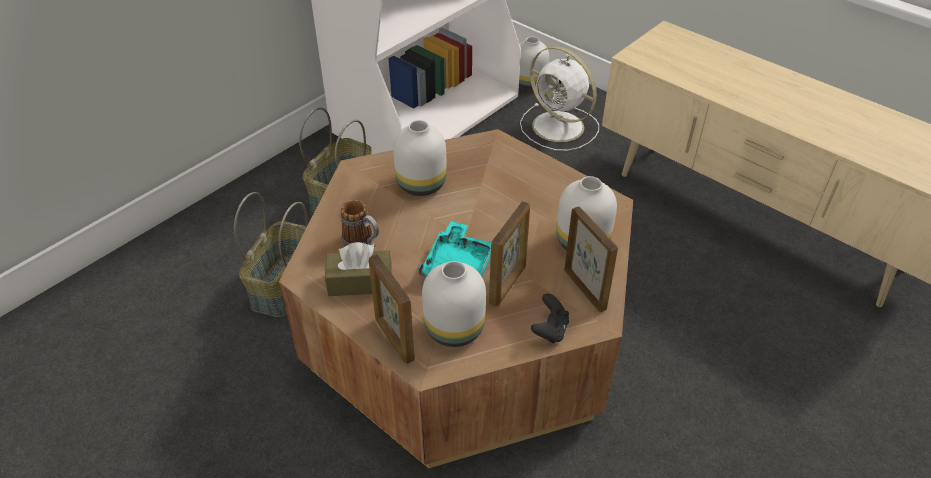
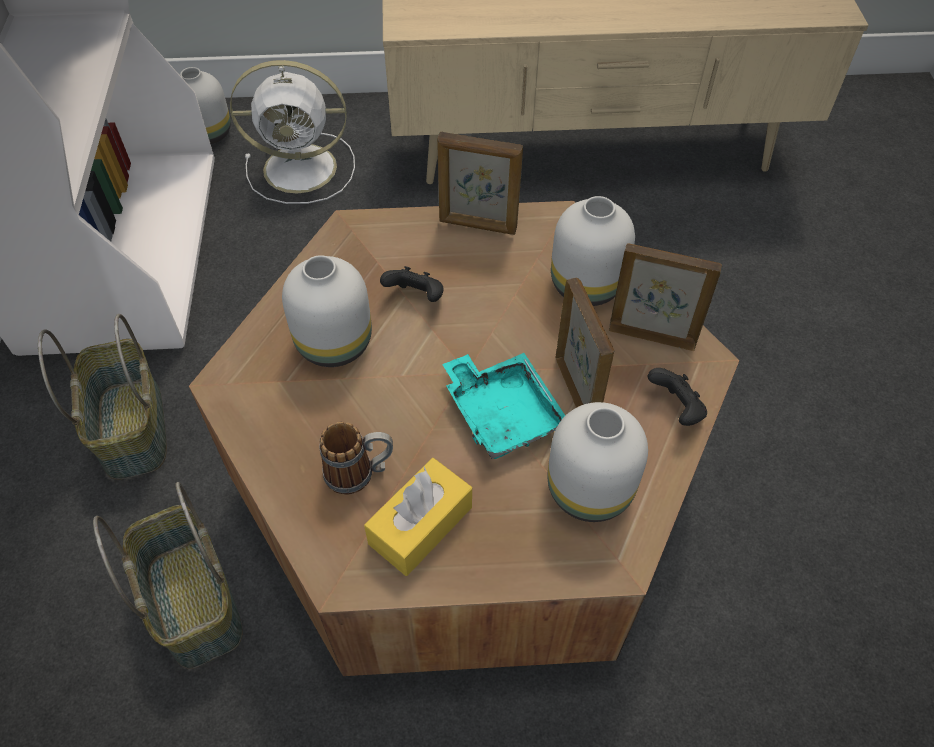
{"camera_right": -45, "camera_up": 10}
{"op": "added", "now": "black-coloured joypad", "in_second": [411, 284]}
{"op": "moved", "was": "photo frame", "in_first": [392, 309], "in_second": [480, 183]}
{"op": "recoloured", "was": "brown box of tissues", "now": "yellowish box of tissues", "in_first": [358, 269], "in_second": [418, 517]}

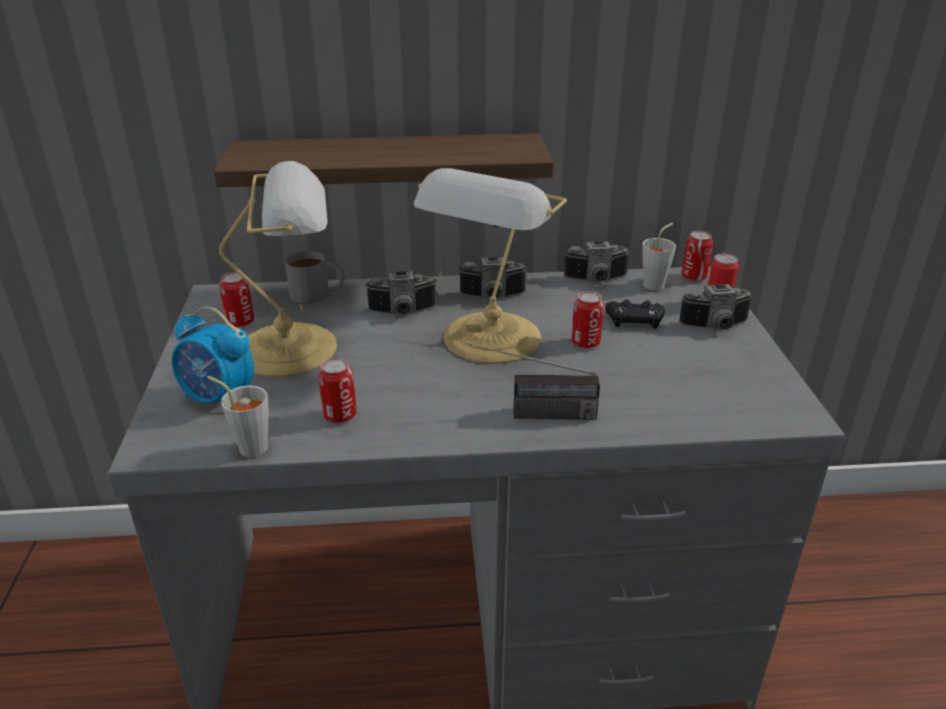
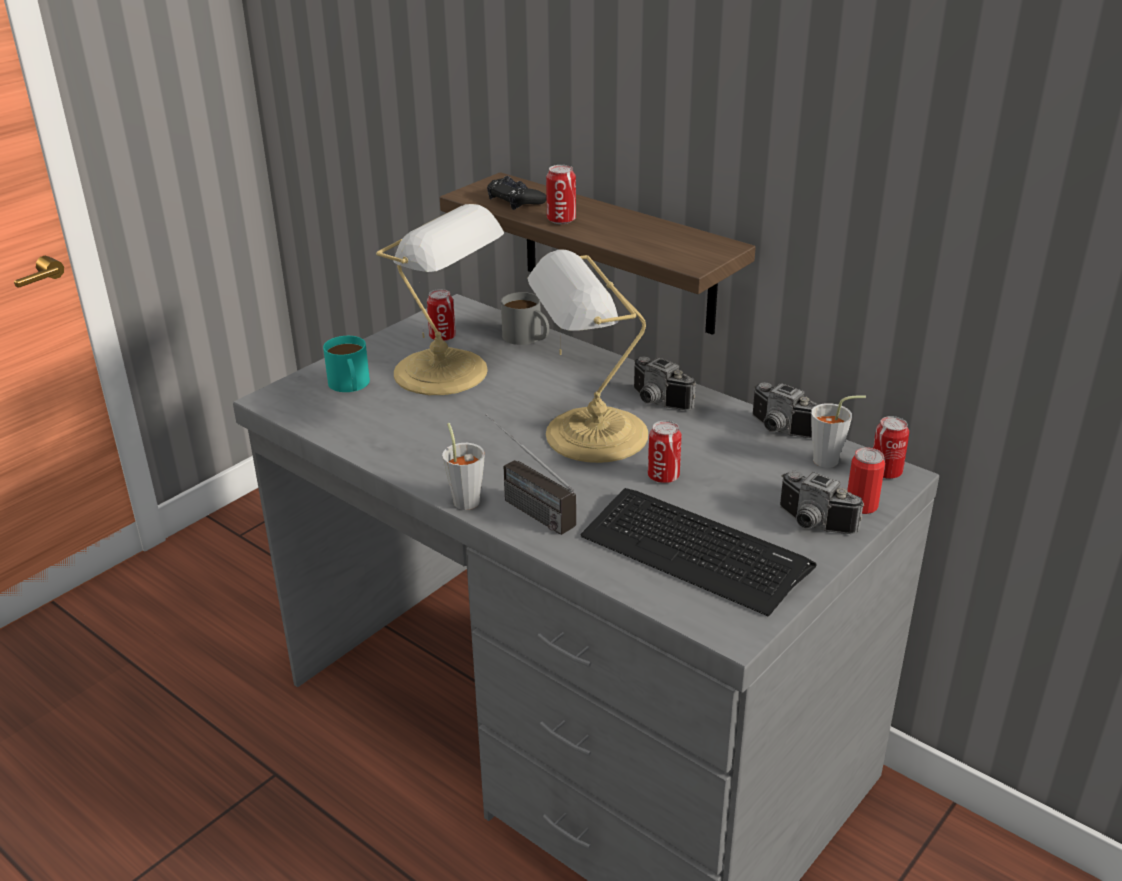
{"camera_right": 45, "camera_up": 0}
{"op": "removed", "was": "still camera", "in_first": [401, 293]}
{"op": "added", "now": "computer keyboard", "in_second": [698, 552]}
{"op": "moved", "was": "grey drinking cup", "in_first": [237, 417], "in_second": [463, 466]}
{"op": "moved", "was": "can", "in_first": [337, 390], "in_second": [561, 194]}
{"op": "moved", "was": "black-coloured joypad", "in_first": [635, 314], "in_second": [517, 193]}
{"op": "replaced", "was": "bedside clock", "now": "turquoise-coloured coffee mug", "in_first": [213, 355], "in_second": [346, 364]}

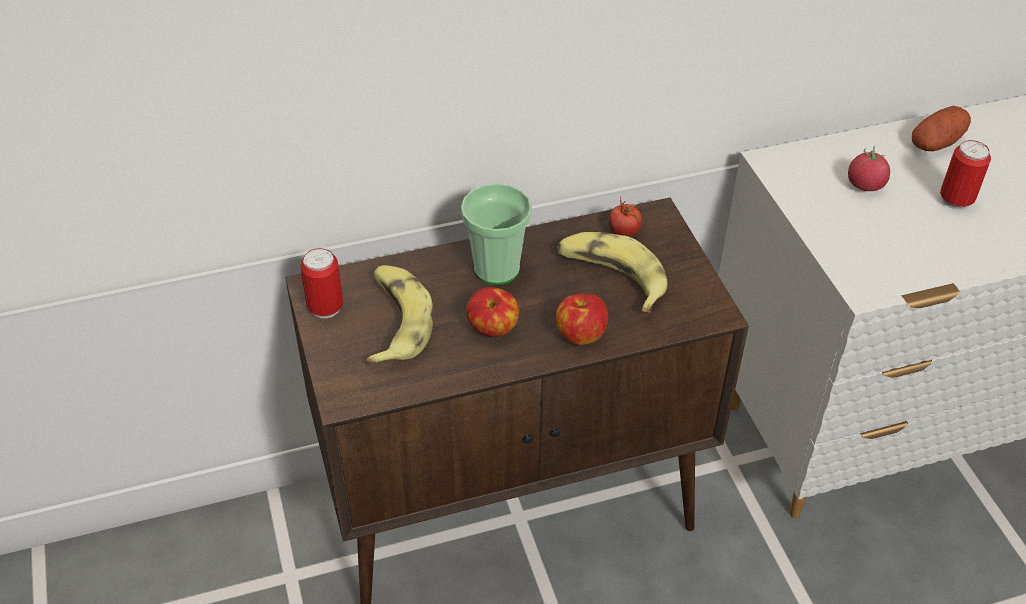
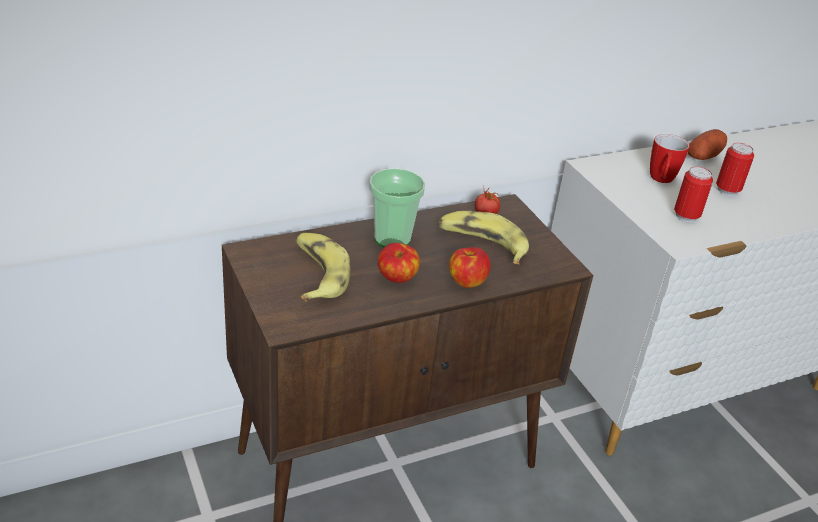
{"camera_right": -10, "camera_up": -10}
{"op": "moved", "was": "can", "in_first": [321, 283], "in_second": [693, 194]}
{"op": "replaced", "was": "fresh tomato", "now": "coffee mug", "in_first": [869, 168], "in_second": [670, 158]}

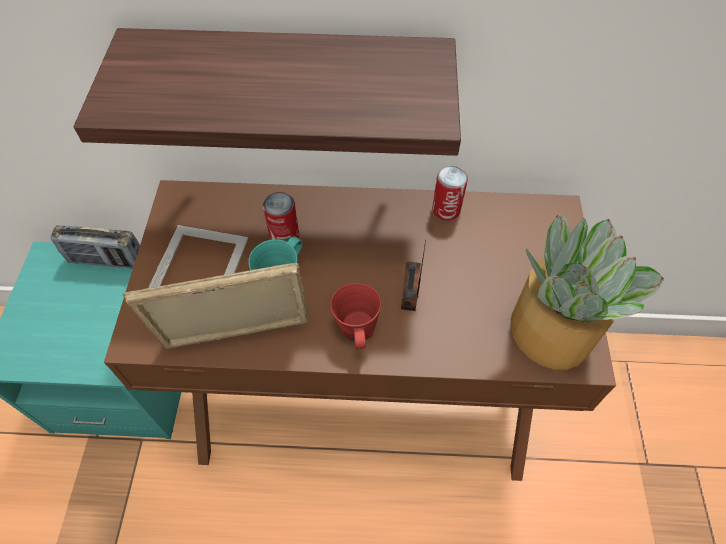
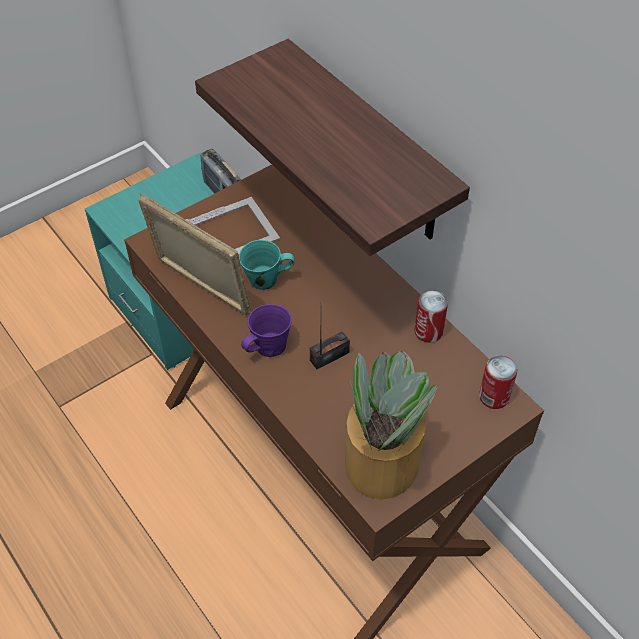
{"camera_right": 50, "camera_up": -5}
{"op": "moved", "was": "can", "in_first": [281, 217], "in_second": [498, 382]}
{"op": "recoloured", "was": "reddish coffee mug", "now": "purple-coloured coffee mug", "in_first": [355, 316], "in_second": [266, 330]}

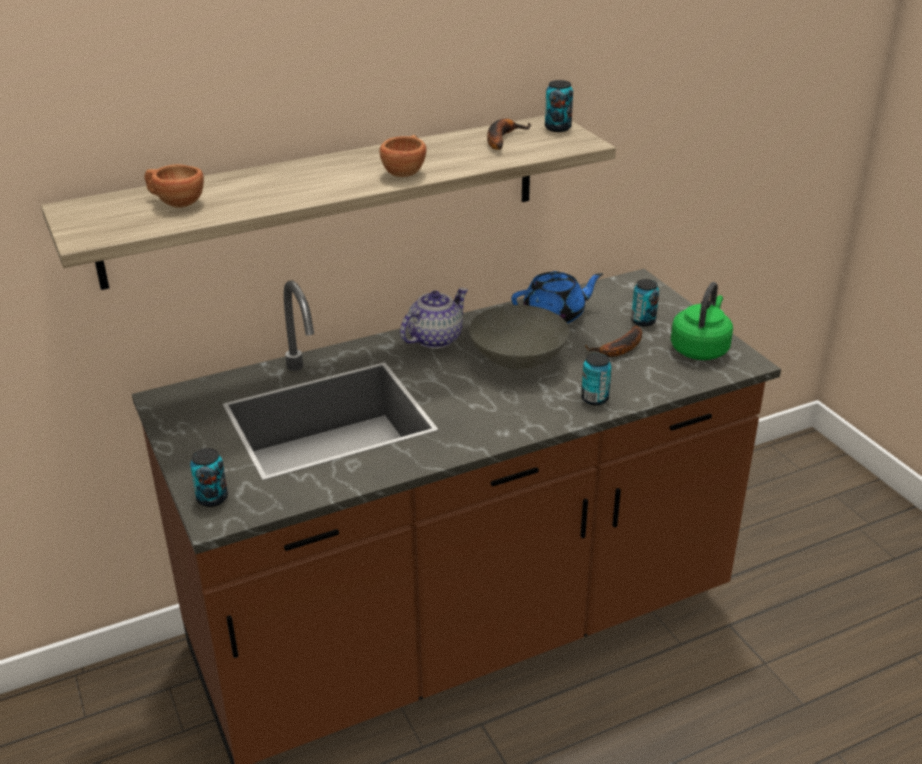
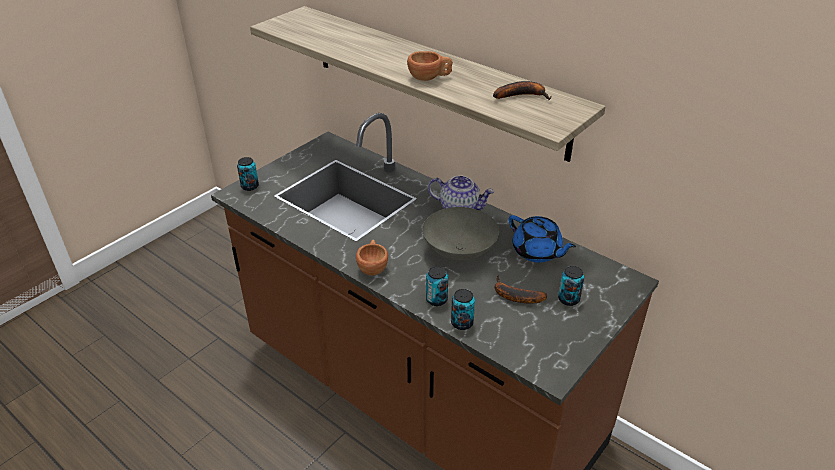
{"camera_right": 65, "camera_up": 5}
{"op": "removed", "was": "green-coloured tea kettle", "in_first": [702, 321]}
{"op": "moved", "was": "brown drinking cup", "in_first": [174, 186], "in_second": [372, 257]}
{"op": "moved", "was": "can", "in_first": [559, 106], "in_second": [463, 309]}

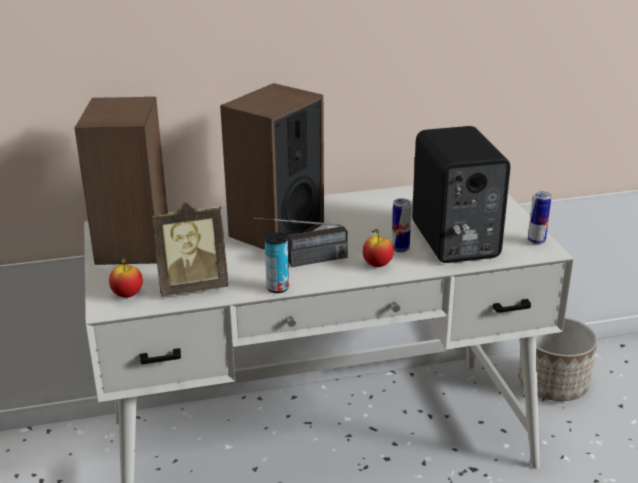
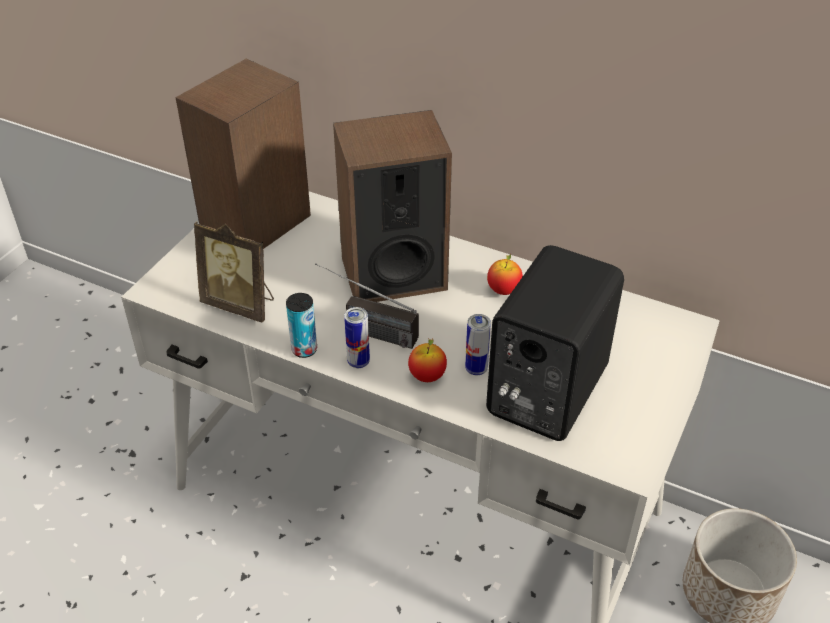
{"camera_right": 40, "camera_up": 15}
{"op": "moved", "was": "apple fruit", "in_first": [126, 277], "in_second": [505, 274]}
{"op": "moved", "was": "can", "in_first": [540, 218], "in_second": [357, 337]}

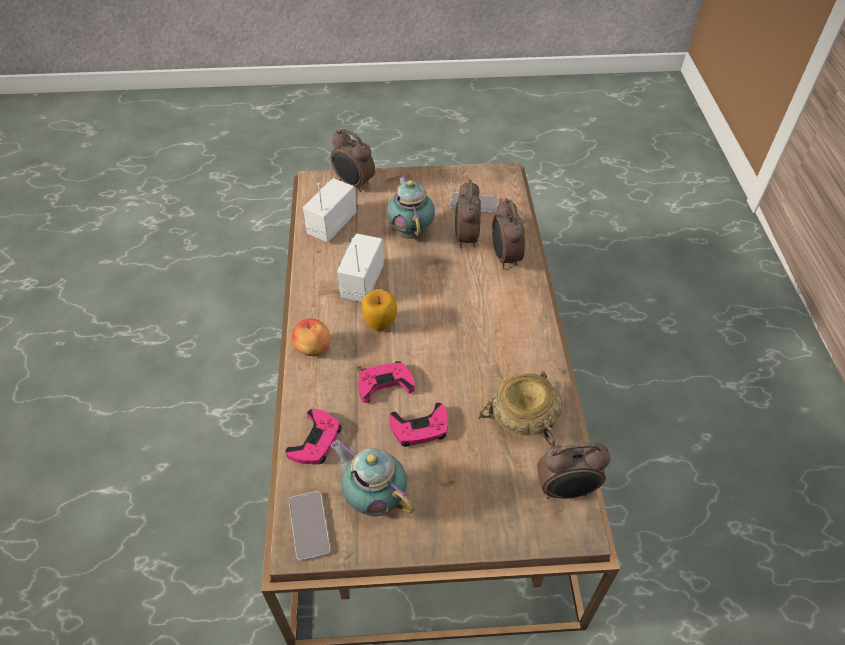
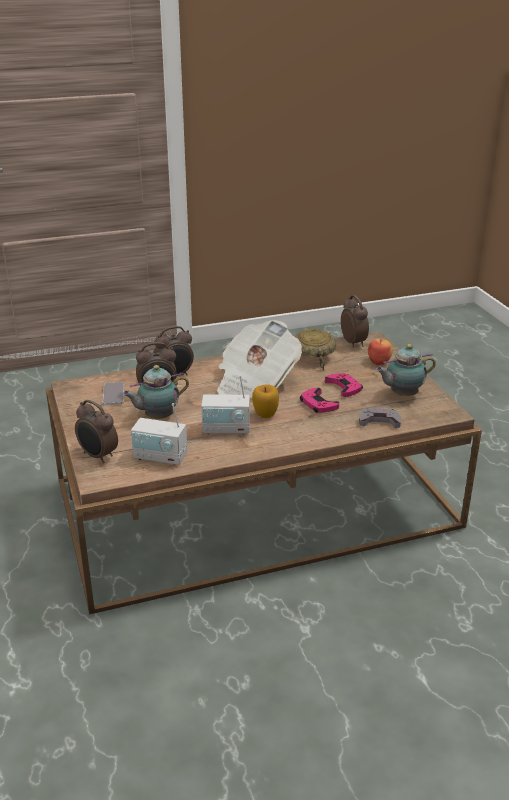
{"camera_right": -105, "camera_up": -20}
{"op": "removed", "was": "handset", "in_first": [309, 526]}
{"op": "added", "now": "daily paper", "in_second": [259, 359]}
{"op": "moved", "was": "apple fruit", "in_first": [311, 337], "in_second": [380, 352]}
{"op": "recoloured", "was": "pinkish joypad", "now": "grey joypad", "in_first": [313, 437], "in_second": [380, 418]}
{"op": "turned", "was": "bedside clock", "in_first": [352, 160], "in_second": [96, 431], "clockwise": 105}
{"op": "turned", "was": "tea pot", "in_first": [372, 478], "in_second": [406, 370], "clockwise": 45}

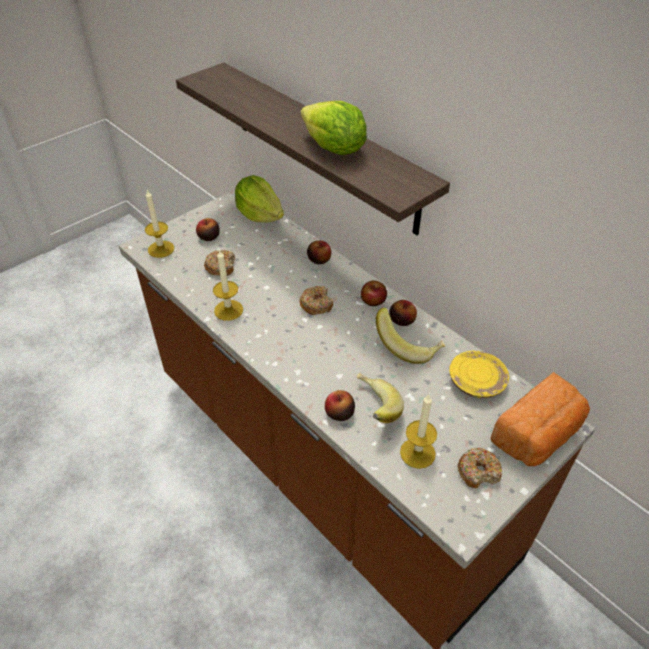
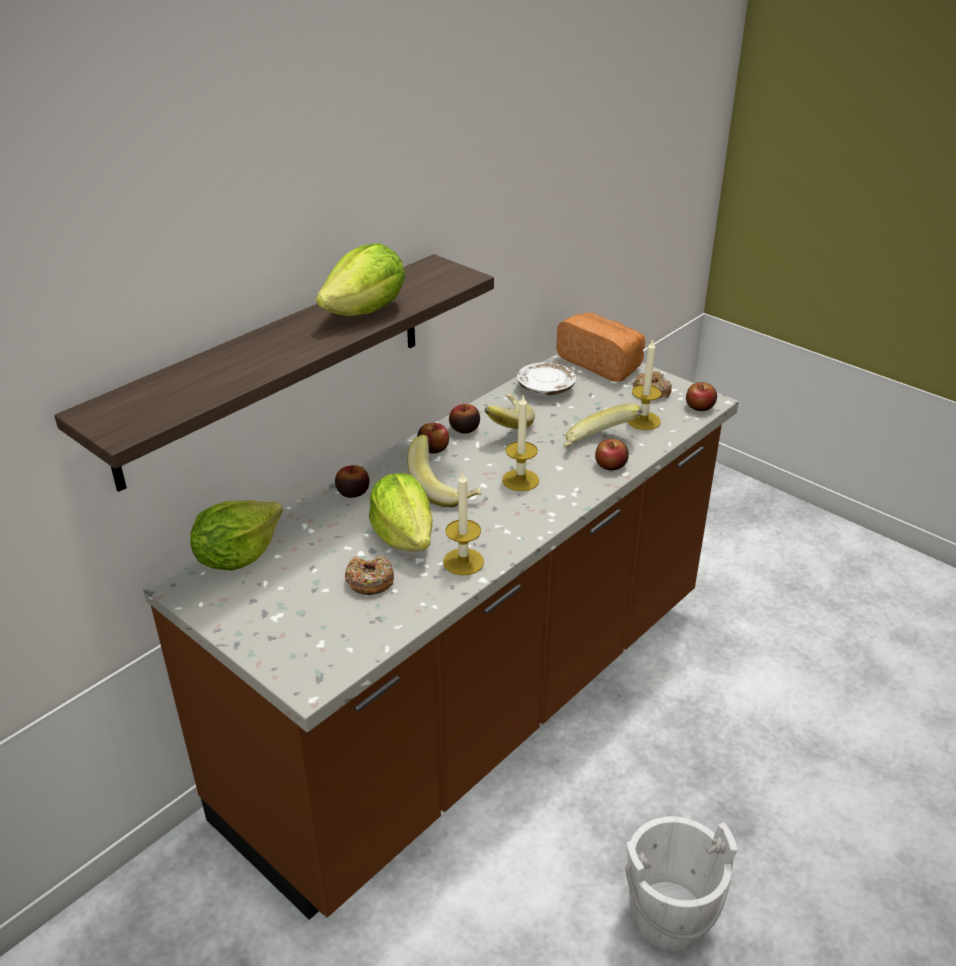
{"camera_right": -95, "camera_up": -10}
{"op": "added", "now": "head of lettuce", "in_second": [401, 512]}
{"op": "added", "now": "white-coloured pail", "in_second": [681, 883]}
{"op": "moved", "was": "wax candle", "in_first": [159, 224], "in_second": [520, 443]}
{"op": "moved", "was": "apple fruit", "in_first": [208, 229], "in_second": [701, 396]}
{"op": "replaced", "was": "ring doughnut", "now": "banana", "in_first": [316, 300], "in_second": [444, 471]}
{"op": "recoloured", "was": "yellowish plate", "now": "white-coloured plate", "in_first": [479, 374], "in_second": [546, 378]}

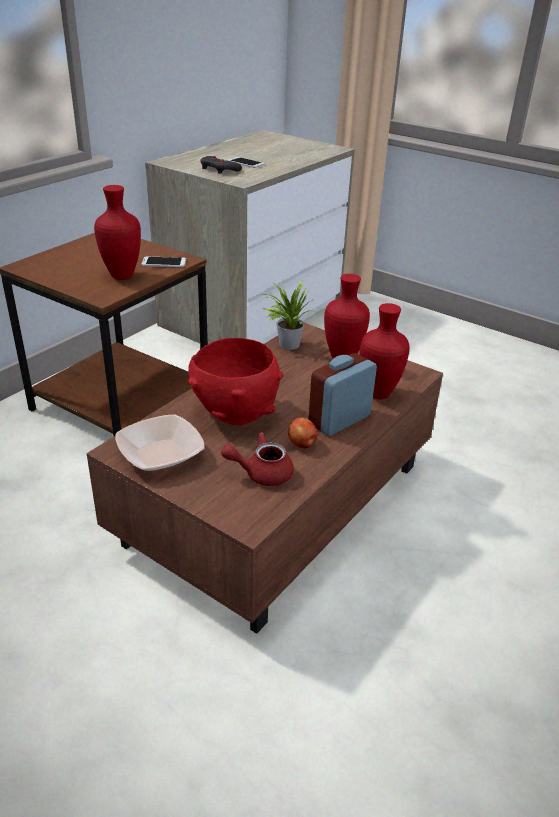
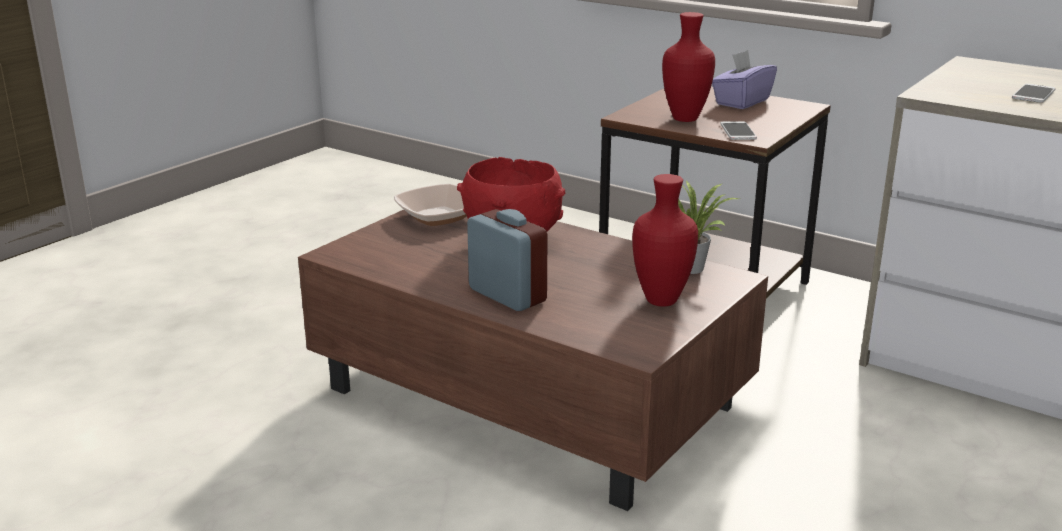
{"camera_right": 90, "camera_up": -10}
{"op": "removed", "was": "grey joypad", "in_first": [221, 165]}
{"op": "removed", "was": "reddish tea pot", "in_first": [257, 459]}
{"op": "removed", "was": "apple fruit", "in_first": [302, 432]}
{"op": "removed", "was": "reddish vase", "in_first": [385, 351]}
{"op": "added", "now": "purple-coloured box of tissues", "in_second": [744, 79]}

